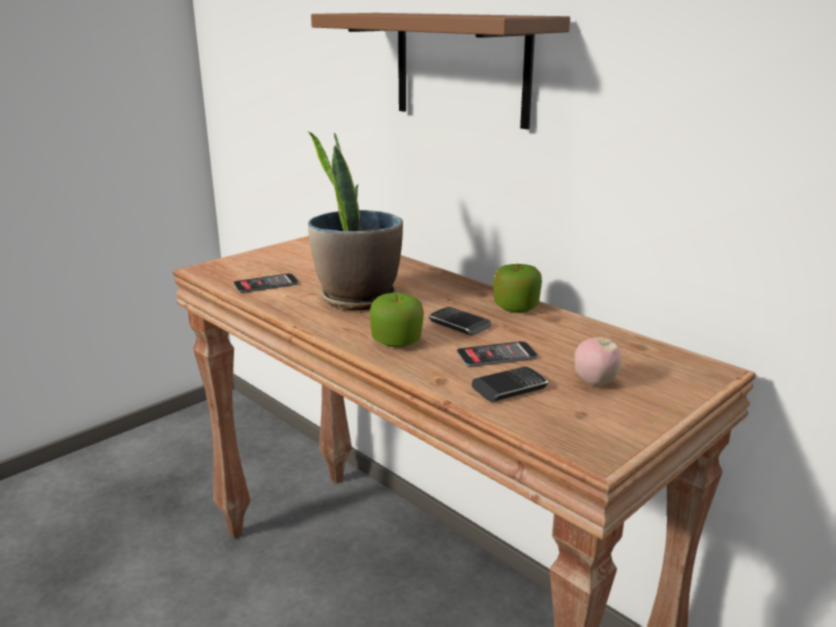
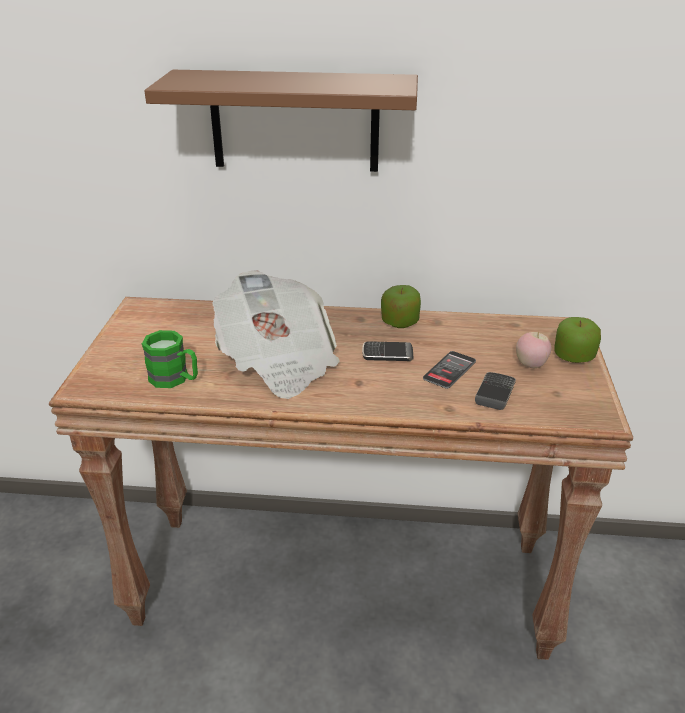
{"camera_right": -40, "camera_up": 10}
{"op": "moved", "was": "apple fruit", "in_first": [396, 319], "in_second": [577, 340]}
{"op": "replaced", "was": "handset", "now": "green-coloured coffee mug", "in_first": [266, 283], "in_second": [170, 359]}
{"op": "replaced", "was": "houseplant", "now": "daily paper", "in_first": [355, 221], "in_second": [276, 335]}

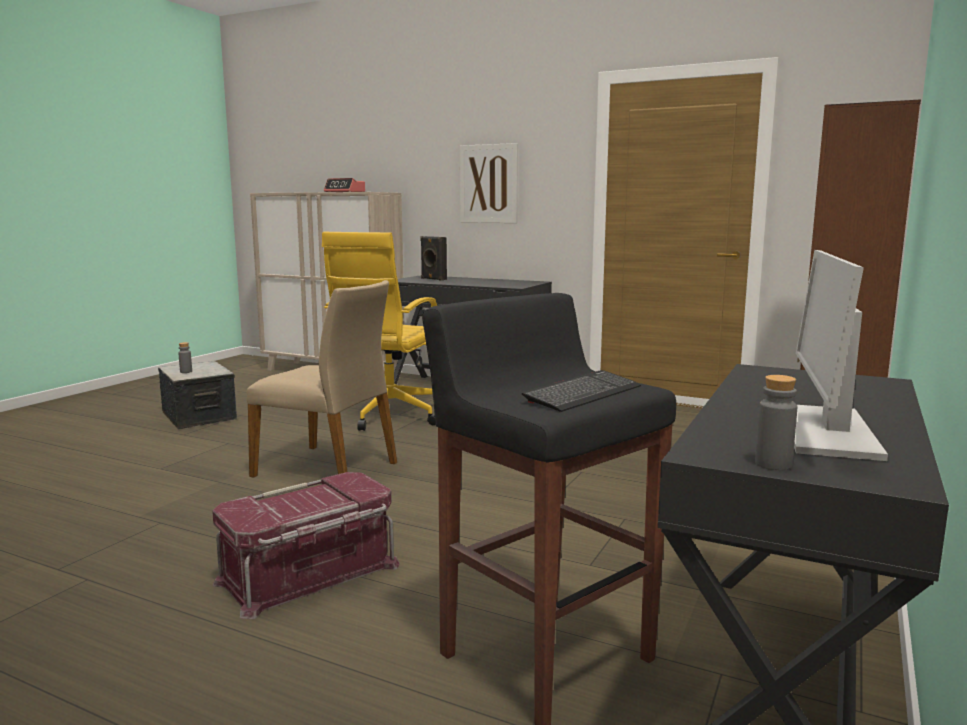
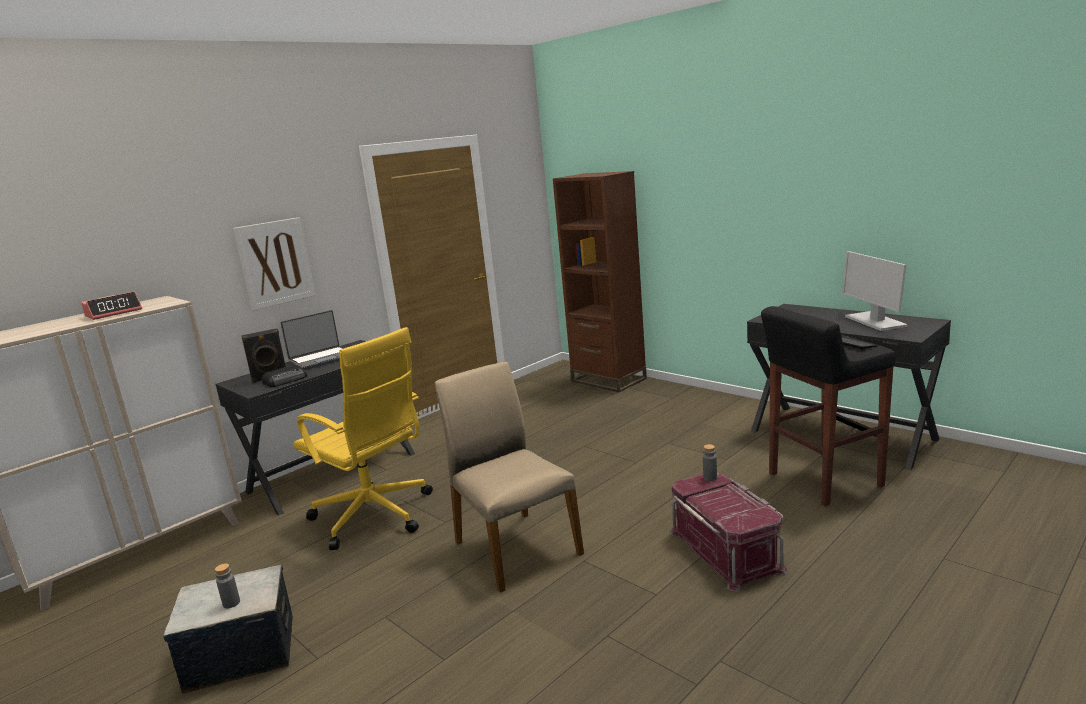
{"camera_right": -70, "camera_up": 5}
{"op": "added", "now": "radio", "in_second": [284, 376]}
{"op": "added", "now": "notebook computer", "in_second": [312, 340]}
{"op": "moved", "was": "grey bottle", "in_first": [776, 422], "in_second": [710, 462]}
{"op": "turned", "was": "beige-coloured plain chair", "in_first": [322, 379], "in_second": [509, 477], "clockwise": -75}
{"op": "turned", "was": "computer display", "in_first": [841, 355], "in_second": [875, 291], "clockwise": 45}

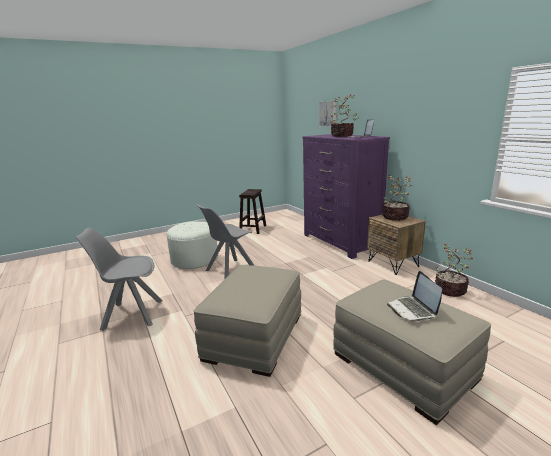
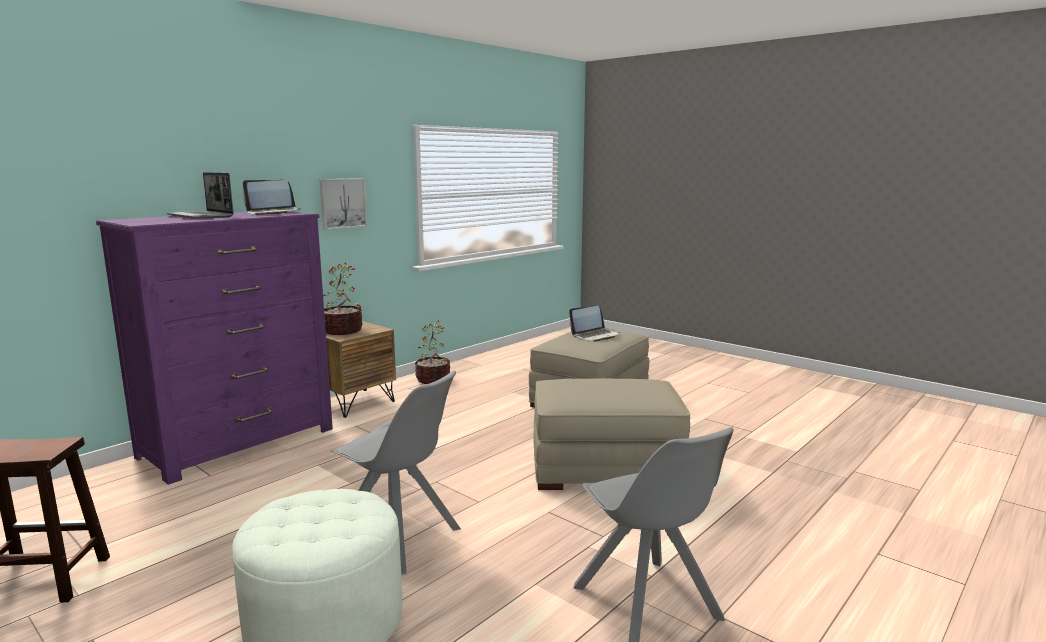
{"camera_right": -110, "camera_up": -5}
{"op": "moved", "was": "wall picture", "in_first": [327, 114], "in_second": [343, 203]}
{"op": "replaced", "was": "houseplant", "now": "notebook computer", "in_first": [344, 115], "in_second": [200, 195]}

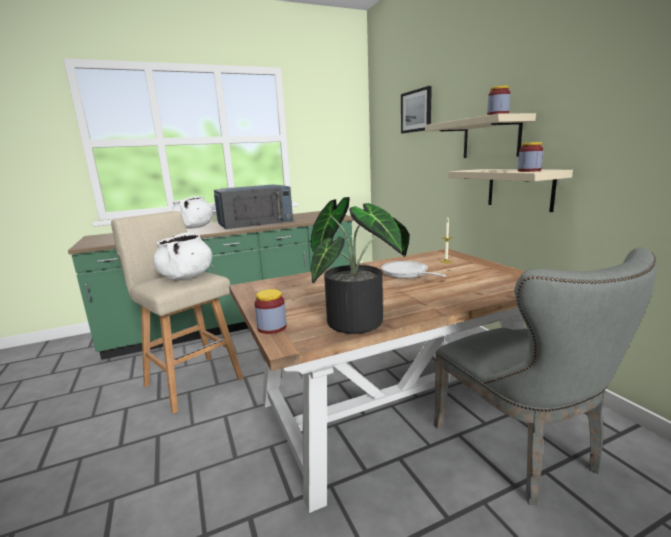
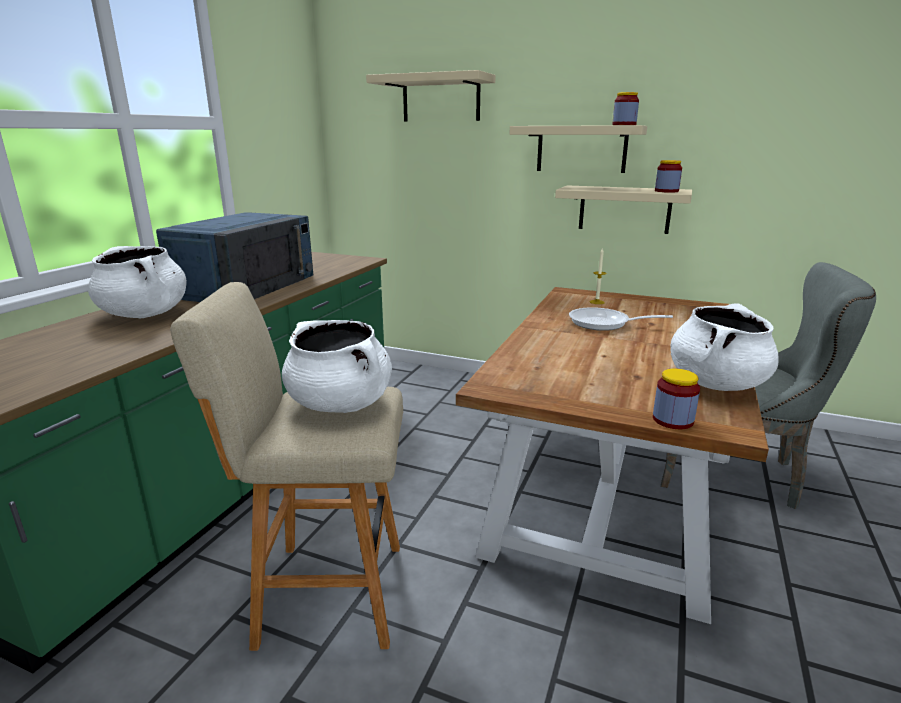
{"camera_right": -45, "camera_up": 5}
{"op": "replaced", "was": "houseplant", "now": "white-coloured stockpot", "in_first": [360, 265], "in_second": [724, 347]}
{"op": "replaced", "was": "wall picture", "now": "beige-coloured shelf", "in_first": [416, 109], "in_second": [431, 95]}

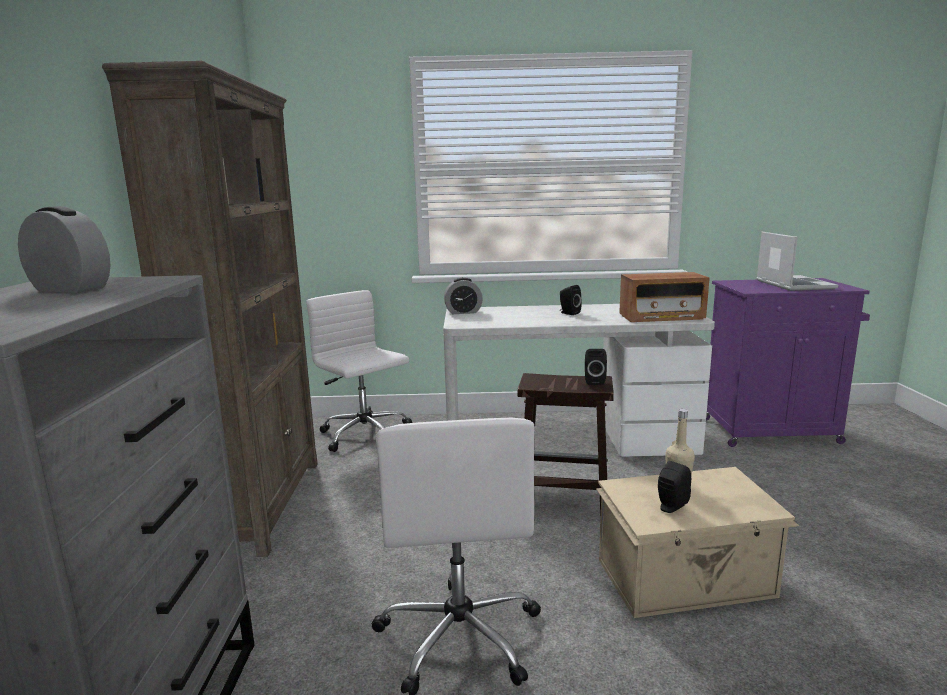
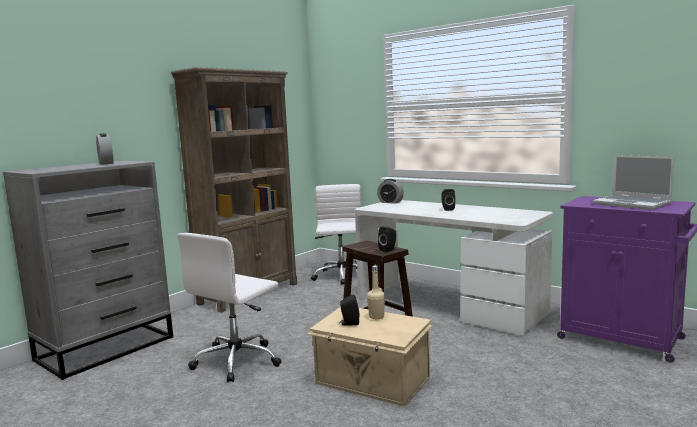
{"camera_right": 40, "camera_up": -5}
{"op": "removed", "was": "radio", "in_first": [664, 297]}
{"op": "turned", "was": "notebook computer", "in_first": [797, 261], "in_second": [633, 182], "clockwise": 105}

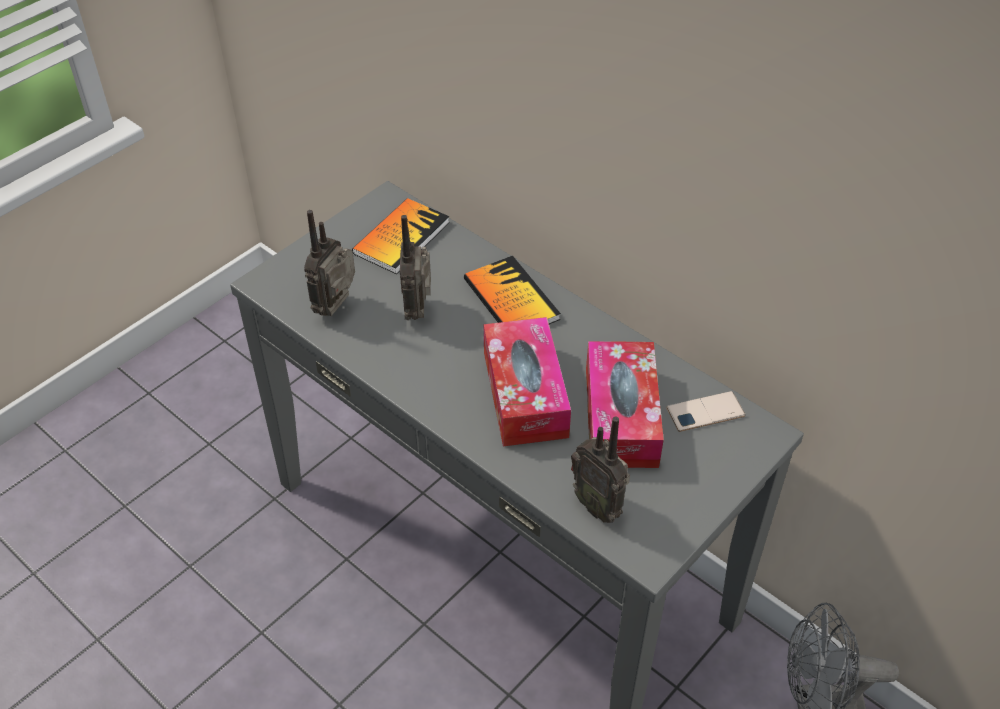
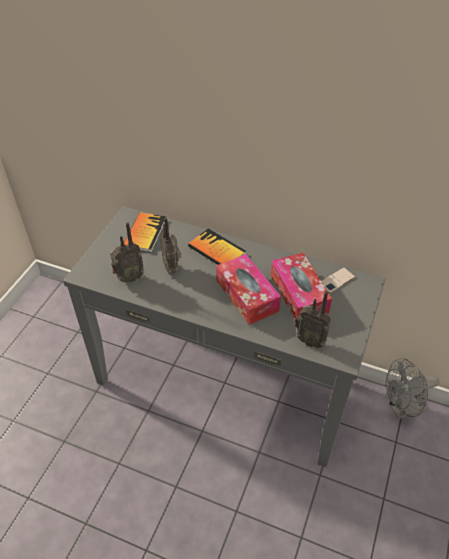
{"camera_right": -20, "camera_up": 0}
{"op": "turned", "was": "radio", "in_first": [329, 263], "in_second": [127, 252], "clockwise": -120}

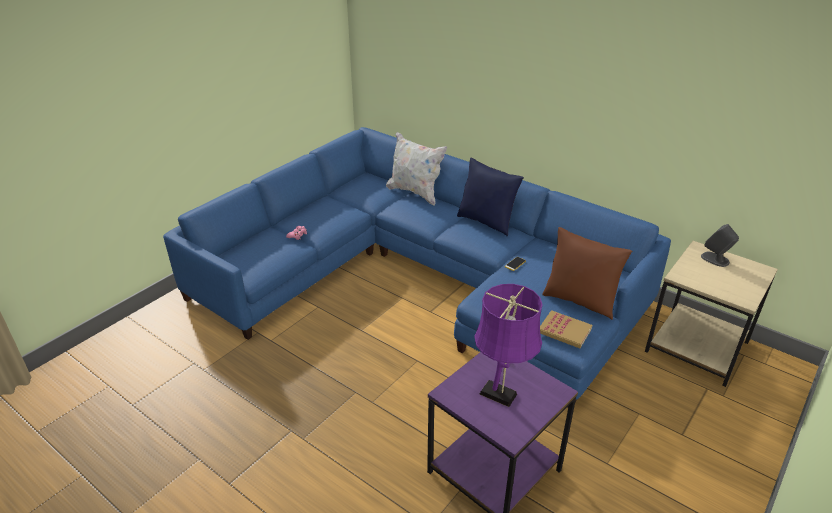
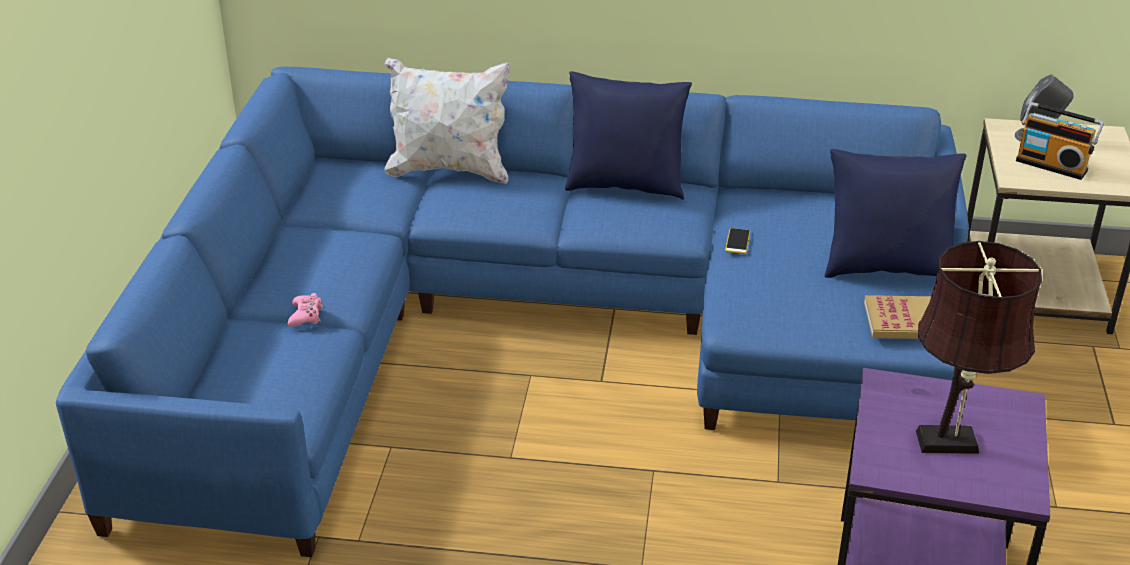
{"camera_right": -30, "camera_up": 0}
{"op": "added", "now": "radio", "in_second": [1060, 141]}
{"op": "recoloured", "was": "purple-coloured tabletop lamp", "now": "brown tabletop lamp", "in_first": [508, 345], "in_second": [979, 347]}
{"op": "recoloured", "was": "brown pillow", "now": "blue pillow", "in_first": [587, 273], "in_second": [896, 213]}

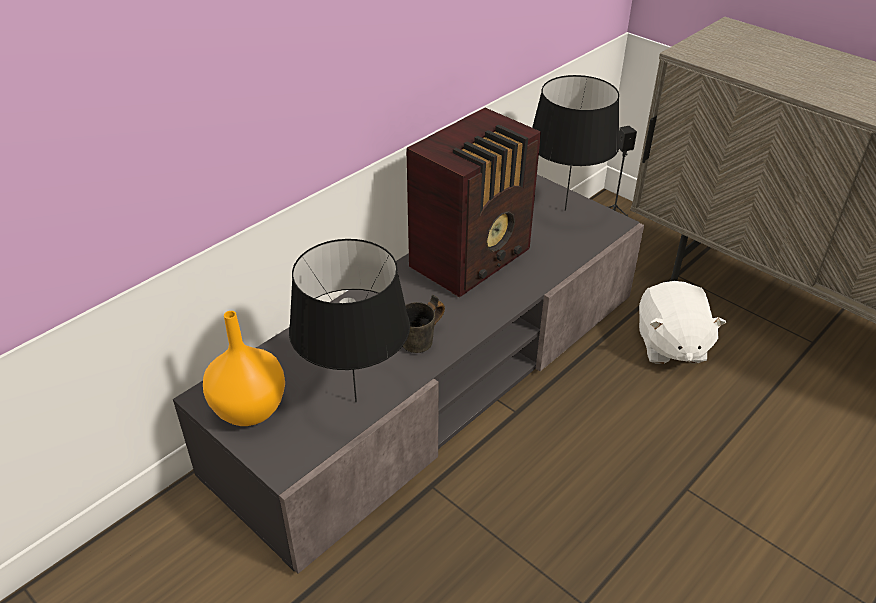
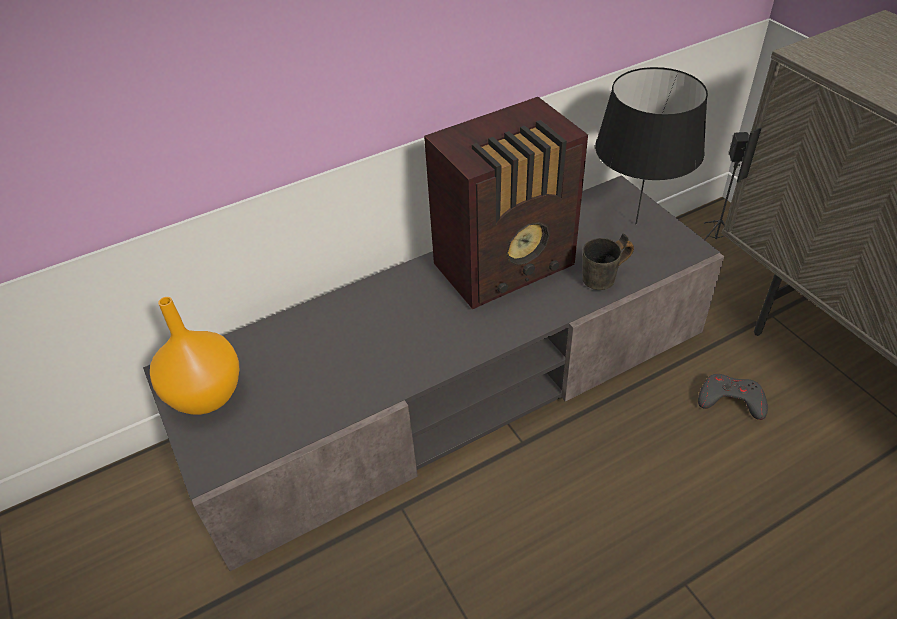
{"camera_right": 20, "camera_up": 5}
{"op": "removed", "was": "black-coloured tabletop lamp", "in_first": [349, 320]}
{"op": "moved", "was": "grey coffee mug", "in_first": [424, 324], "in_second": [608, 261]}
{"op": "replaced", "was": "white-coloured plush toy", "now": "grey joypad", "in_first": [682, 322], "in_second": [733, 397]}

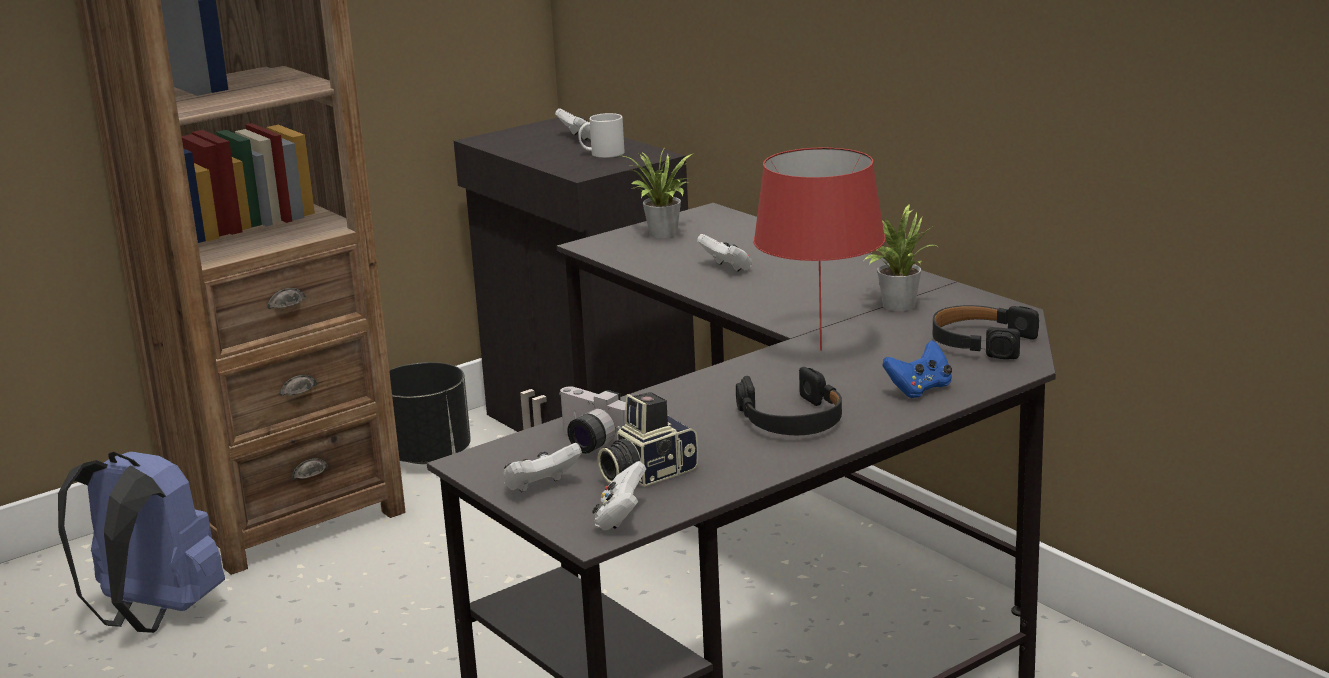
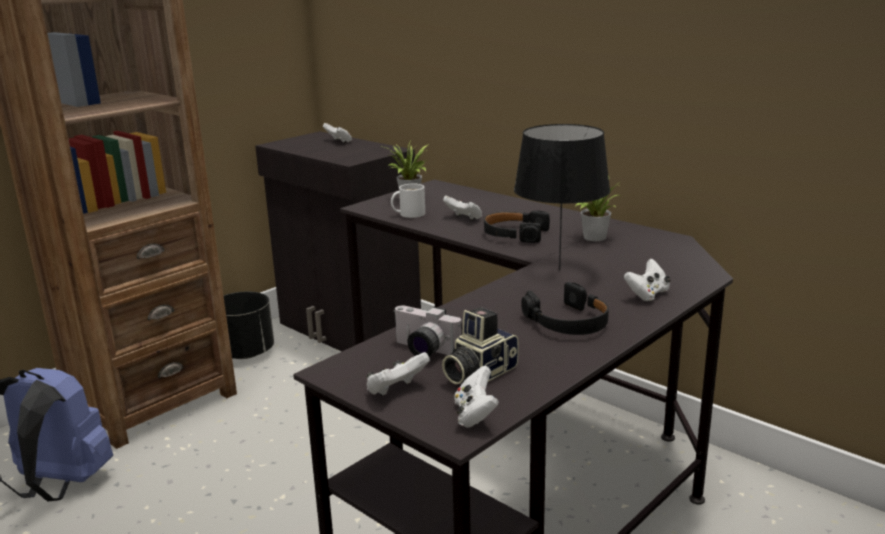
{"camera_right": -10, "camera_up": 0}
{"op": "moved", "was": "white-coloured coffee mug", "in_first": [601, 135], "in_second": [408, 201]}
{"op": "moved", "was": "black-coloured headset", "in_first": [986, 332], "in_second": [517, 226]}
{"op": "recoloured", "was": "reddish tabletop lamp", "now": "black-coloured tabletop lamp", "in_first": [819, 249], "in_second": [562, 197]}
{"op": "recoloured", "was": "blue joypad", "now": "white-coloured joypad", "in_first": [917, 369], "in_second": [647, 280]}

